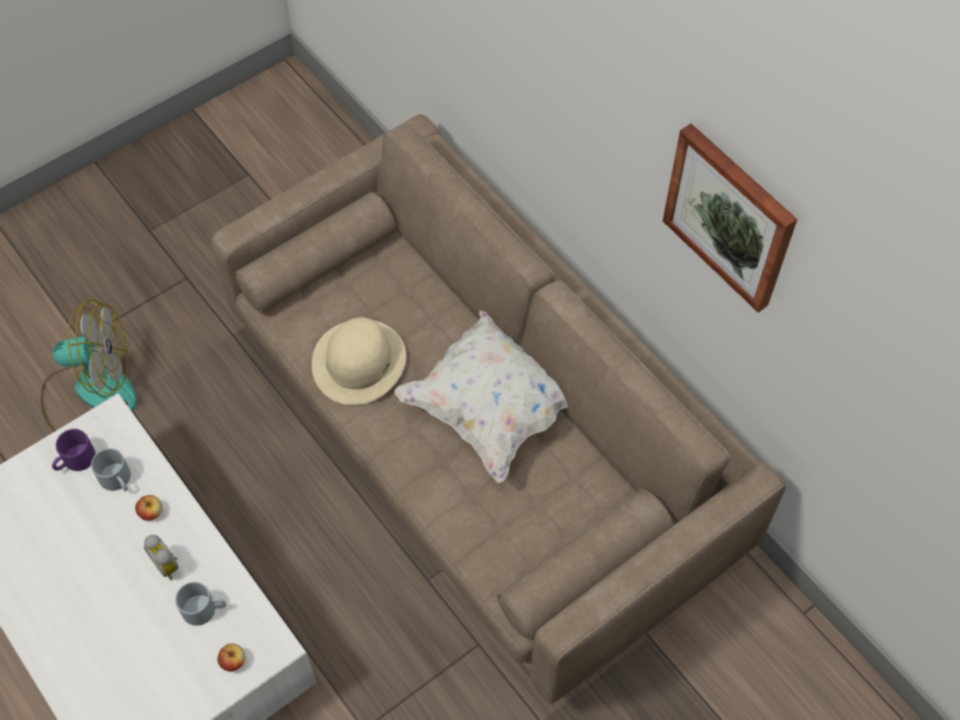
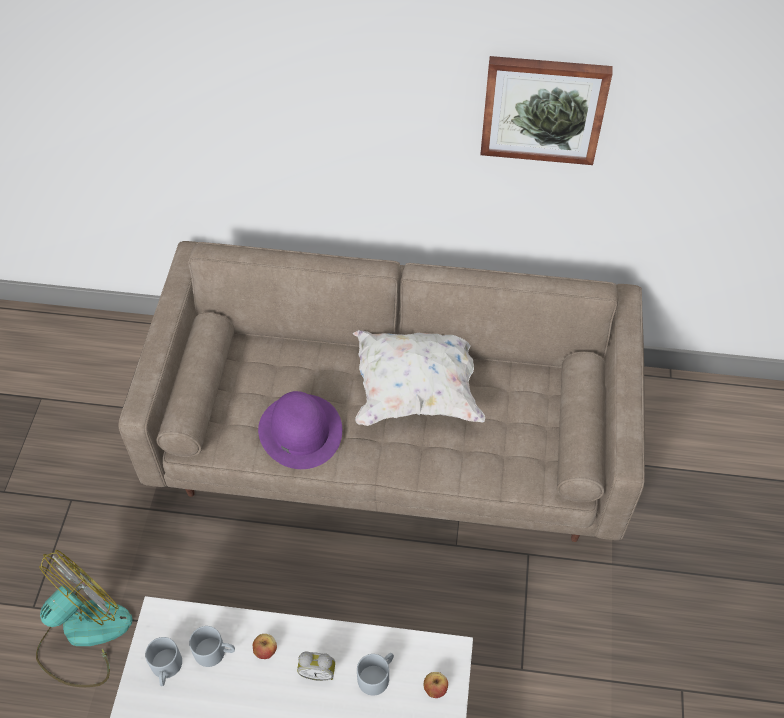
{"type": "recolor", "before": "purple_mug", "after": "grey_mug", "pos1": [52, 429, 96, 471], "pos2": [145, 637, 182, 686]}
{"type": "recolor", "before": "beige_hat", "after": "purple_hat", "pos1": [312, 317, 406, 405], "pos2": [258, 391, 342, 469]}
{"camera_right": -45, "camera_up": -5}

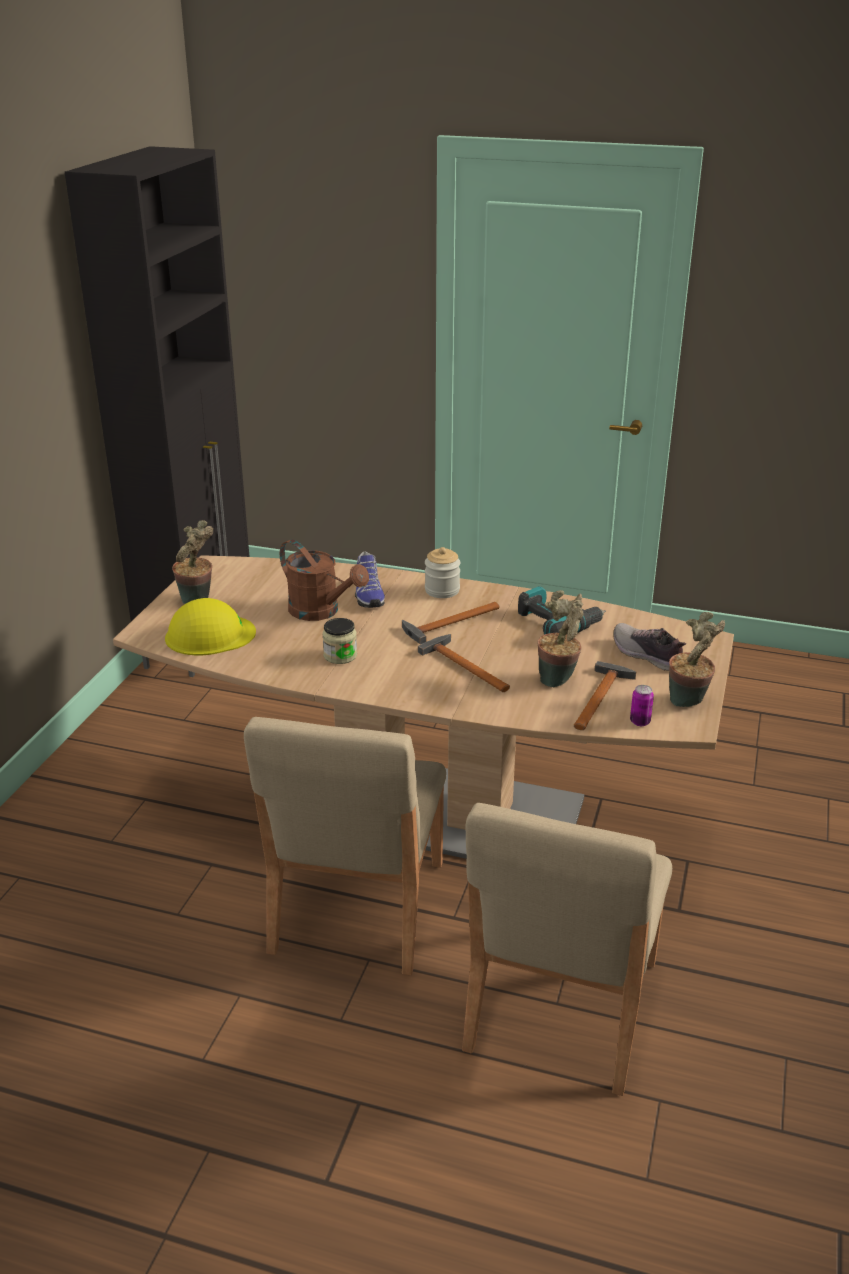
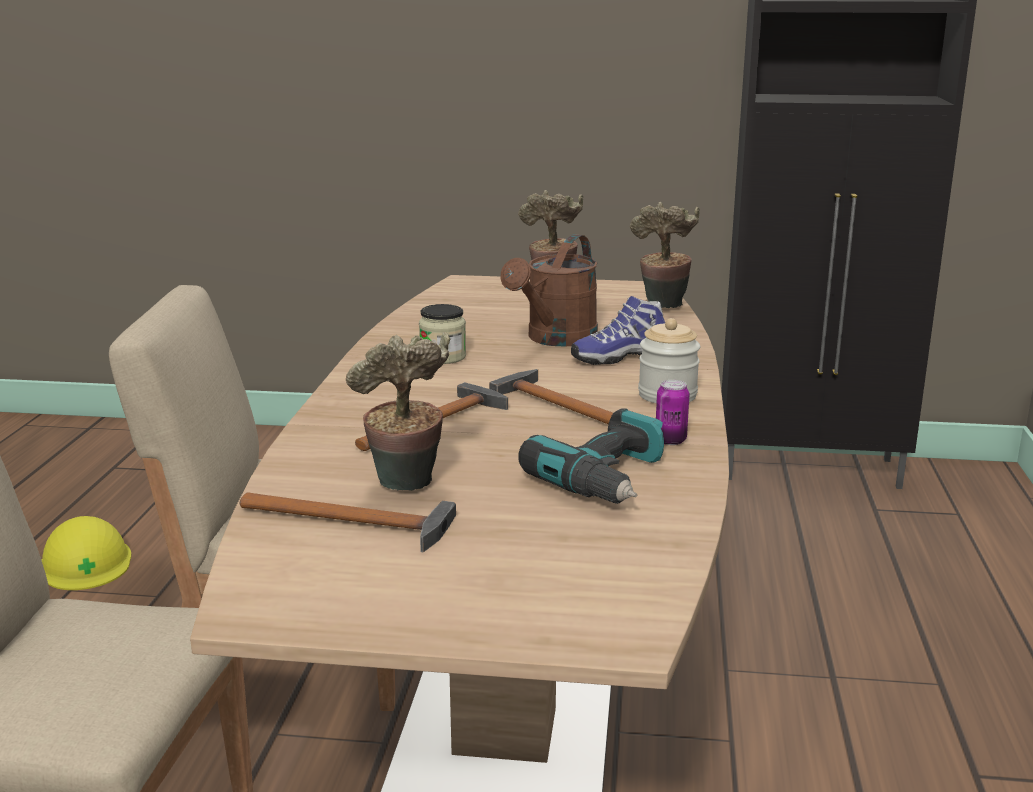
{"type": "move", "before": "yellow_hard_hat", "pos1": [165, 598, 256, 655], "pos2": [42, 516, 131, 590]}
{"type": "delete", "before": "shoe", "pos1": [613, 623, 686, 671]}
{"type": "move", "before": "can", "pos1": [630, 685, 654, 726], "pos2": [656, 380, 689, 445]}
{"type": "move", "before": "potted_plant", "pos1": [669, 612, 725, 707], "pos2": [630, 202, 700, 308]}
{"camera_right": 80, "camera_up": -10}

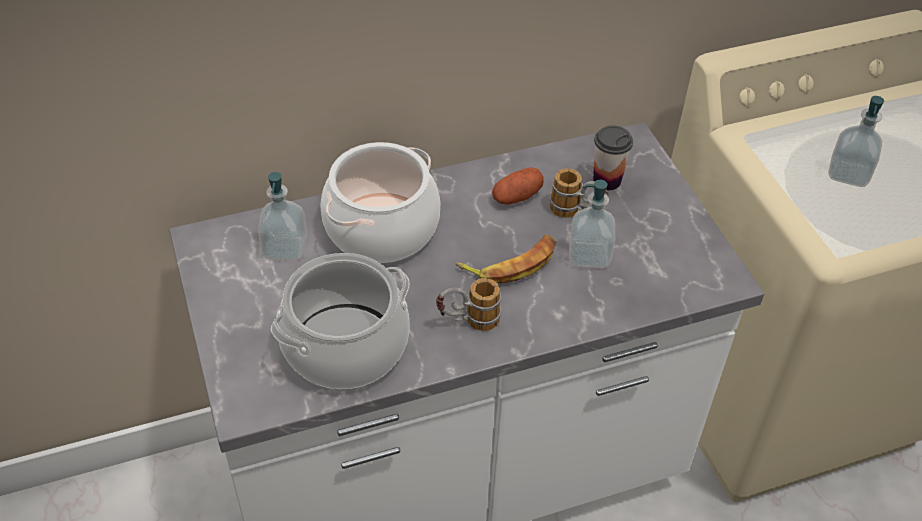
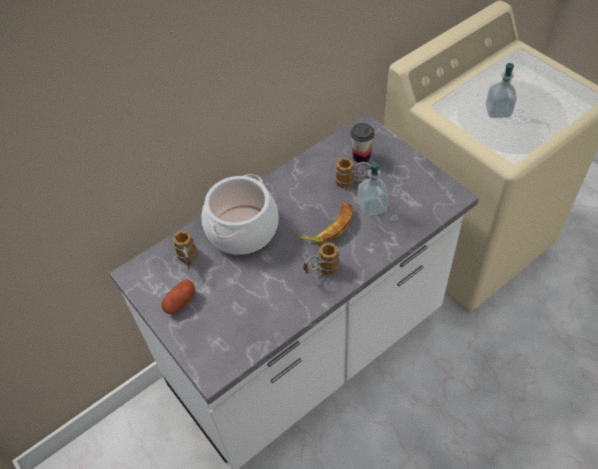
{"type": "replace", "before": "soap_dispenser", "after": "mug", "pos1": [258, 172, 307, 261], "pos2": [173, 231, 197, 270]}
{"type": "delete", "before": "cooking_pot", "pos1": [271, 253, 410, 389]}
{"type": "move", "before": "potato", "pos1": [492, 167, 543, 205], "pos2": [162, 280, 195, 314]}
{"camera_right": -15, "camera_up": 5}

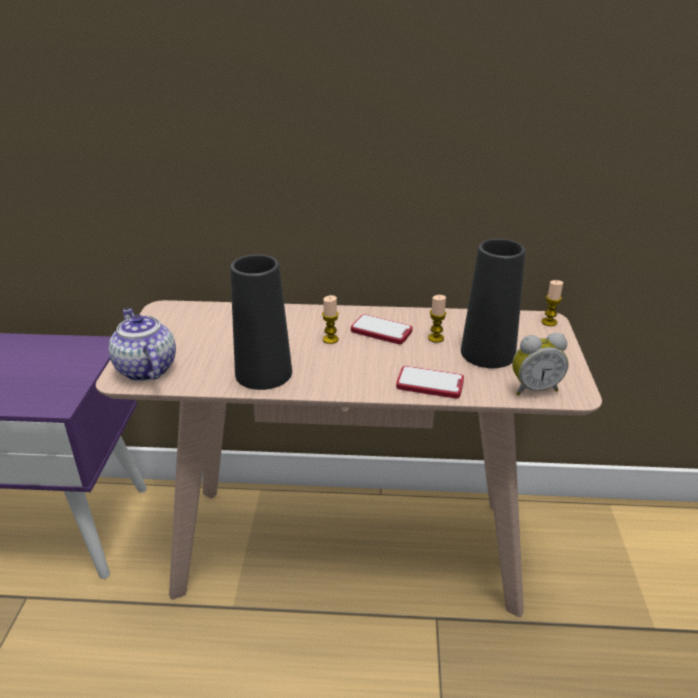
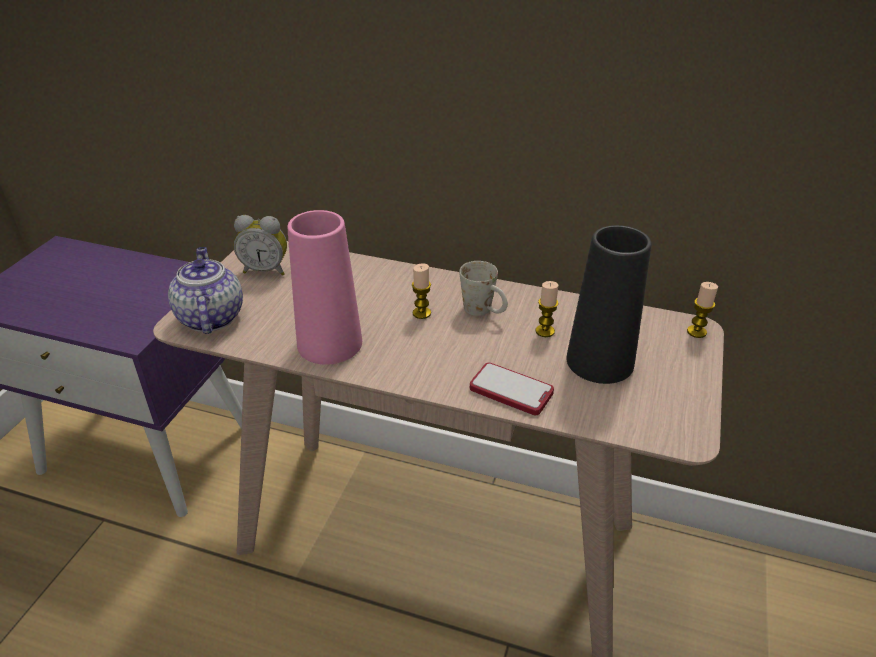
{"type": "recolor", "before": "black_vase", "after": "pink_vase", "pos1": [230, 254, 292, 390], "pos2": [287, 210, 362, 365]}
{"type": "replace", "before": "phone", "after": "white_mug", "pos1": [351, 314, 413, 344], "pos2": [459, 261, 508, 316]}
{"type": "move", "before": "alarm_clock", "pos1": [512, 333, 569, 396], "pos2": [234, 215, 287, 276]}
{"camera_right": 15, "camera_up": 5}

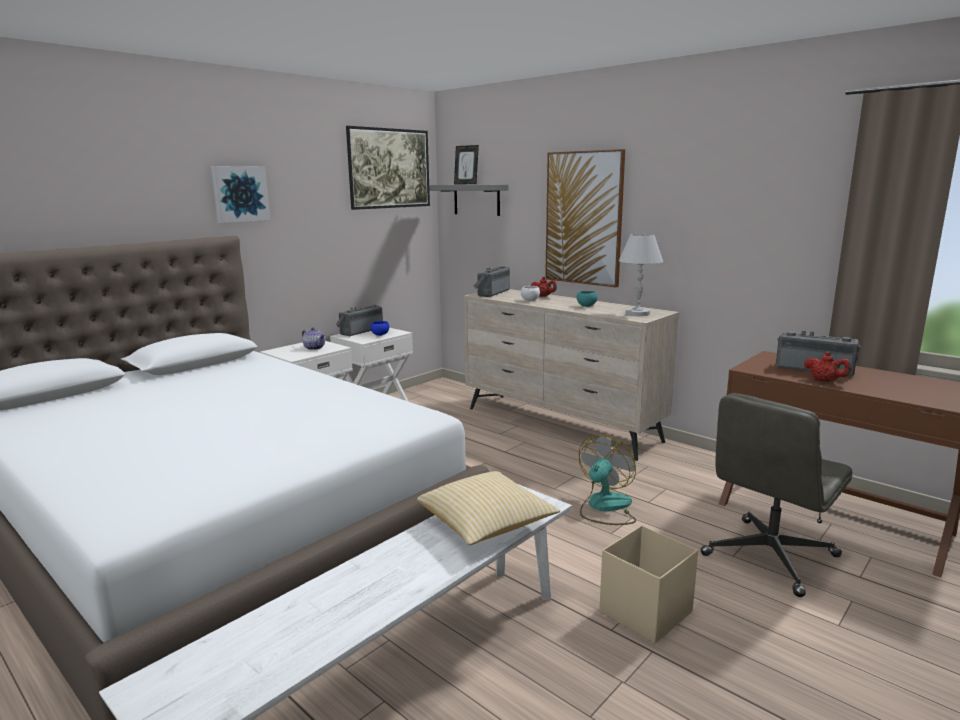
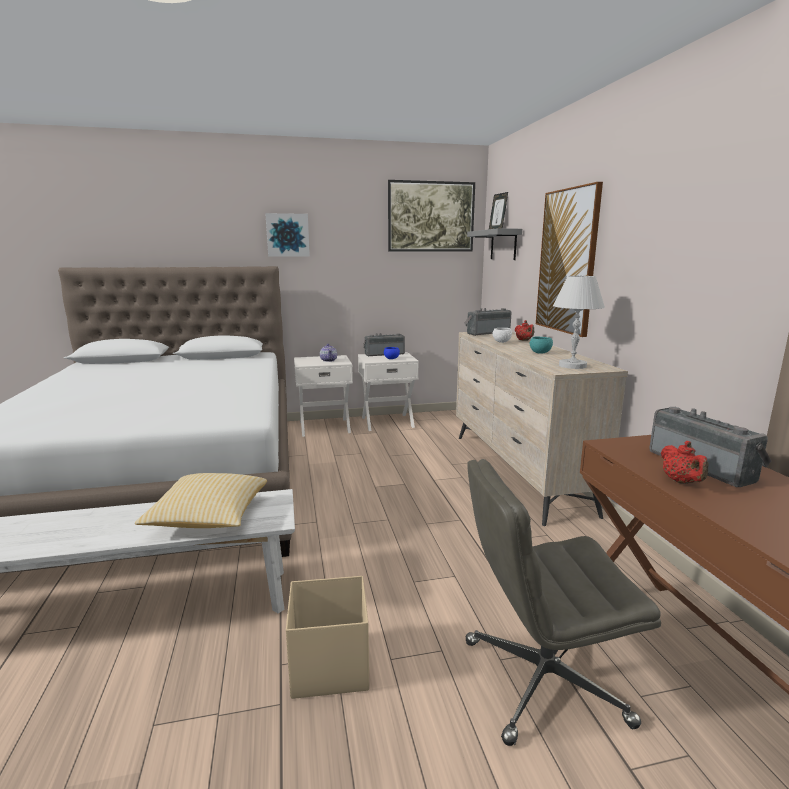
{"type": "delete", "before": "fan", "pos1": [579, 435, 636, 525]}
{"camera_right": 35, "camera_up": 0}

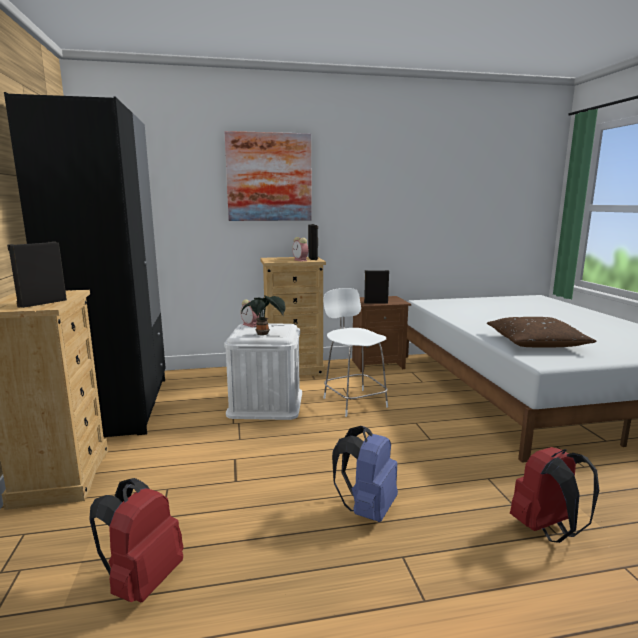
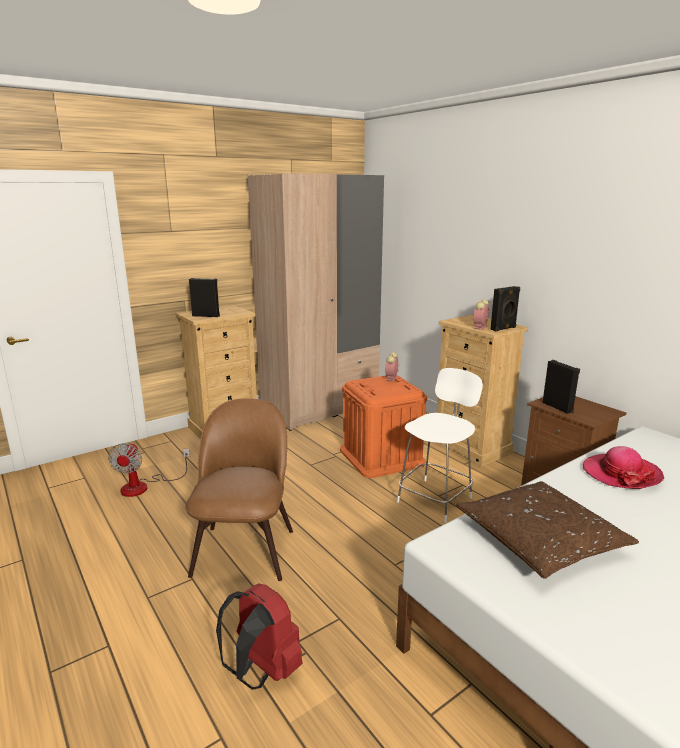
{"type": "recolor", "before": "black_wardrobe", "after": "beige_wardrobe", "pos1": [4, 92, 166, 437], "pos2": [248, 173, 384, 431]}
{"type": "replace", "before": "red_backpack", "after": "fan", "pos1": [89, 478, 183, 602], "pos2": [108, 442, 190, 497]}
{"type": "recolor", "before": "white_storage_box", "after": "orange_storage_box", "pos1": [224, 323, 302, 420], "pos2": [340, 375, 427, 478]}
{"type": "delete", "before": "picture", "pos1": [225, 131, 312, 221]}
{"type": "delete", "before": "potted_plant", "pos1": [241, 295, 285, 335]}
{"type": "replace", "before": "blue_backpack", "after": "brown_chair", "pos1": [332, 426, 398, 522], "pos2": [185, 398, 293, 581]}
{"type": "insert", "after": "hat", "pos2": [583, 446, 664, 489]}
{"camera_right": 65, "camera_up": 5}

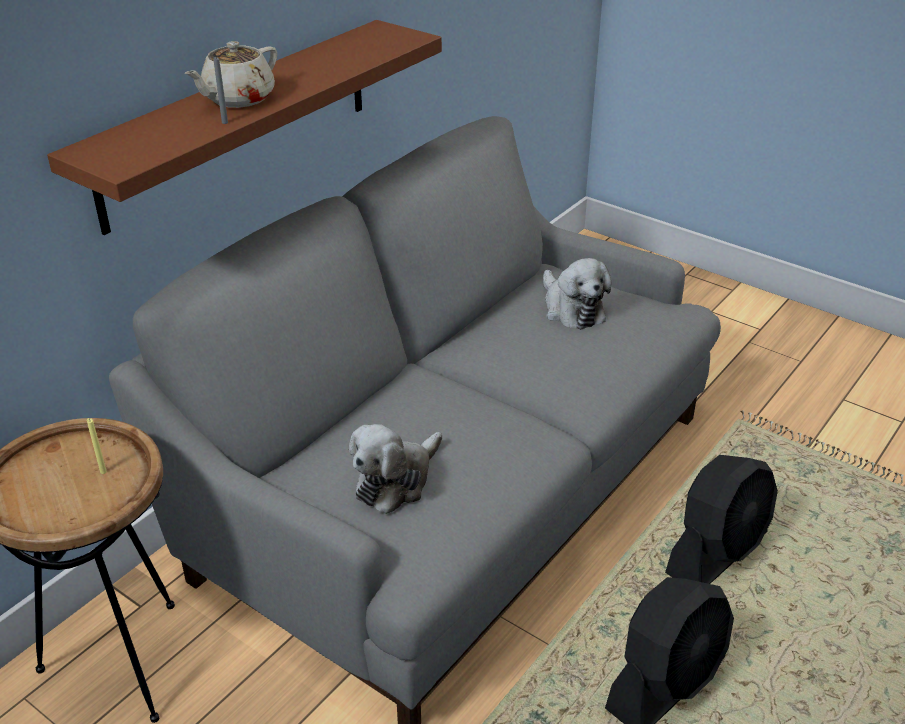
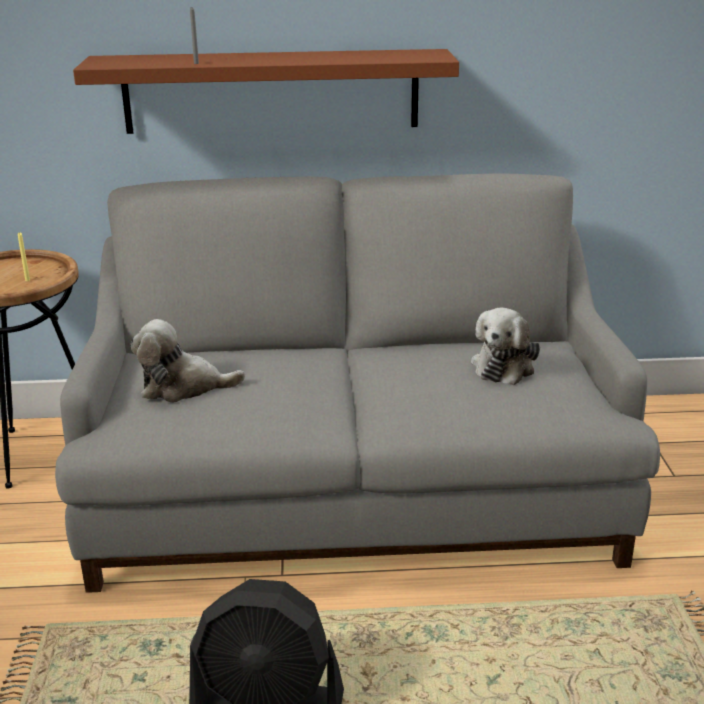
{"type": "delete", "before": "beige_teapot", "pos1": [185, 41, 277, 108]}
{"type": "delete", "before": "black_fan", "pos1": [665, 455, 778, 584]}
{"camera_right": 50, "camera_up": -10}

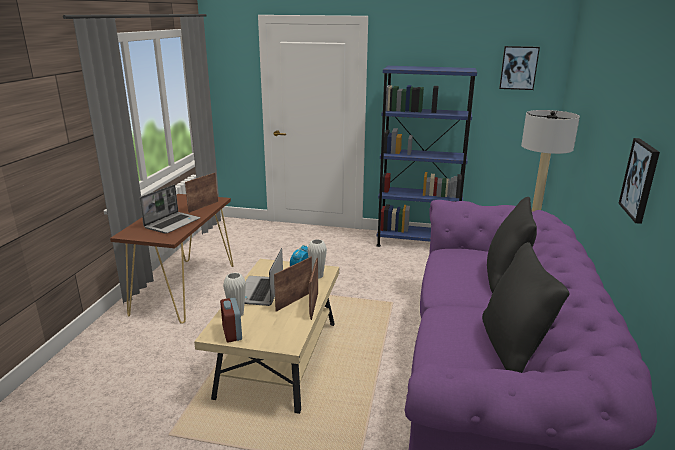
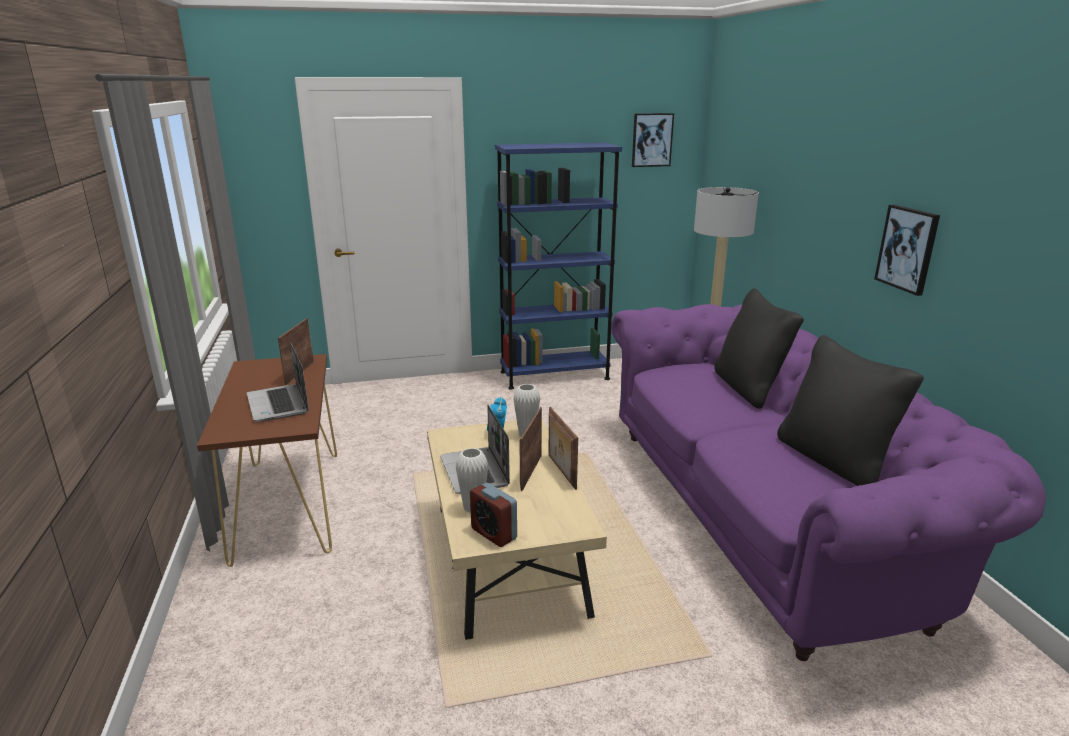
{"type": "rotate", "before": "laptop", "pos1": [140, 185, 200, 234], "pos2": [247, 342, 308, 422], "turn": 150}
{"camera_right": -25, "camera_up": 0}

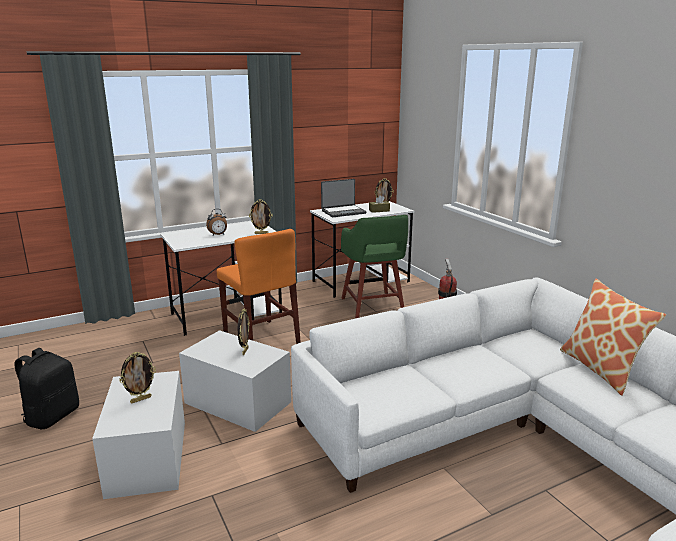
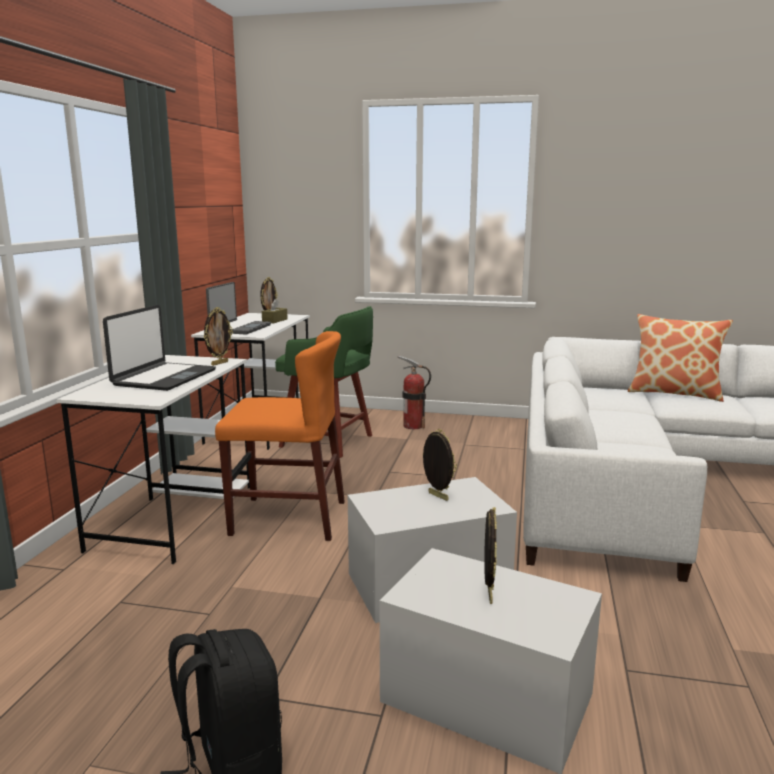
{"type": "replace", "before": "alarm_clock", "after": "laptop", "pos1": [206, 209, 227, 236], "pos2": [103, 305, 216, 391]}
{"camera_right": -50, "camera_up": -5}

